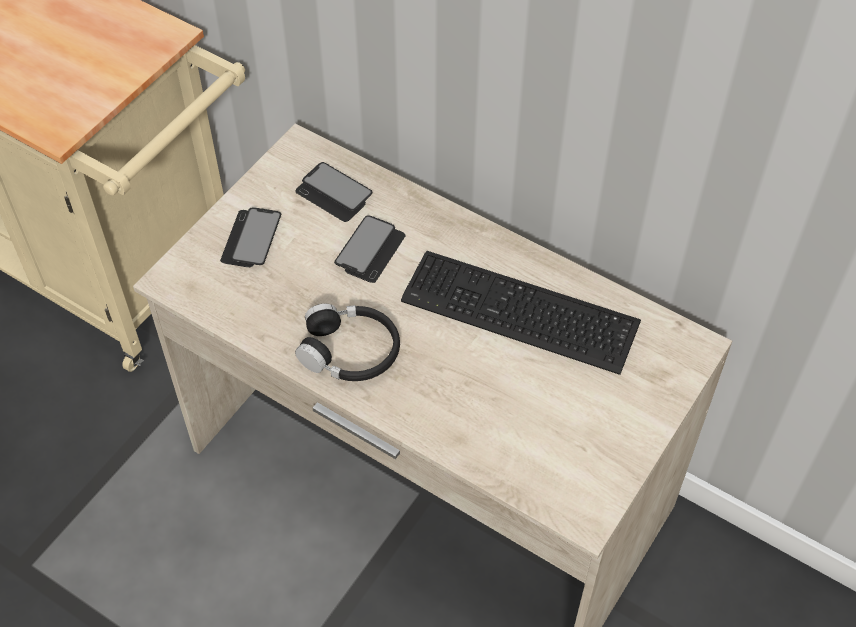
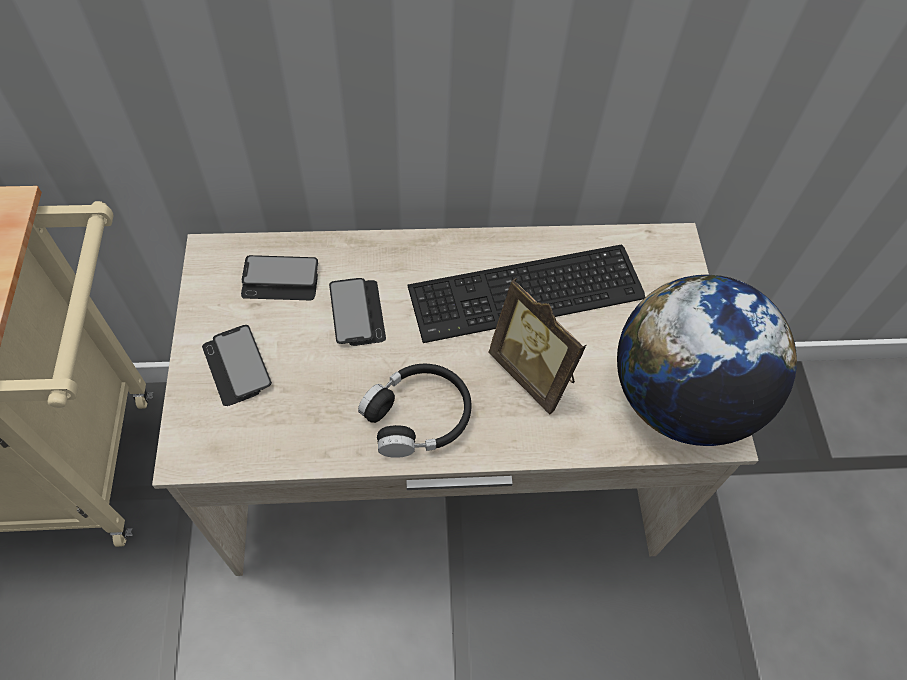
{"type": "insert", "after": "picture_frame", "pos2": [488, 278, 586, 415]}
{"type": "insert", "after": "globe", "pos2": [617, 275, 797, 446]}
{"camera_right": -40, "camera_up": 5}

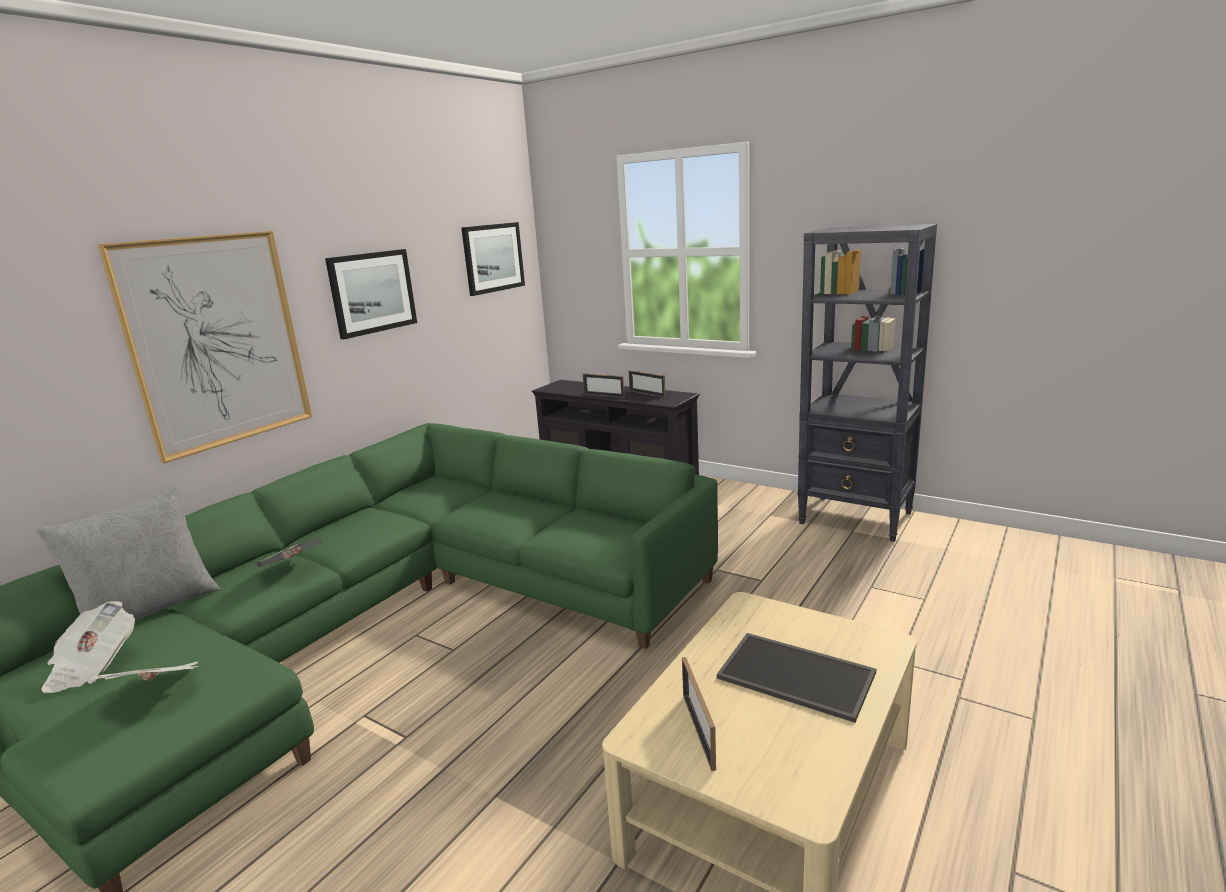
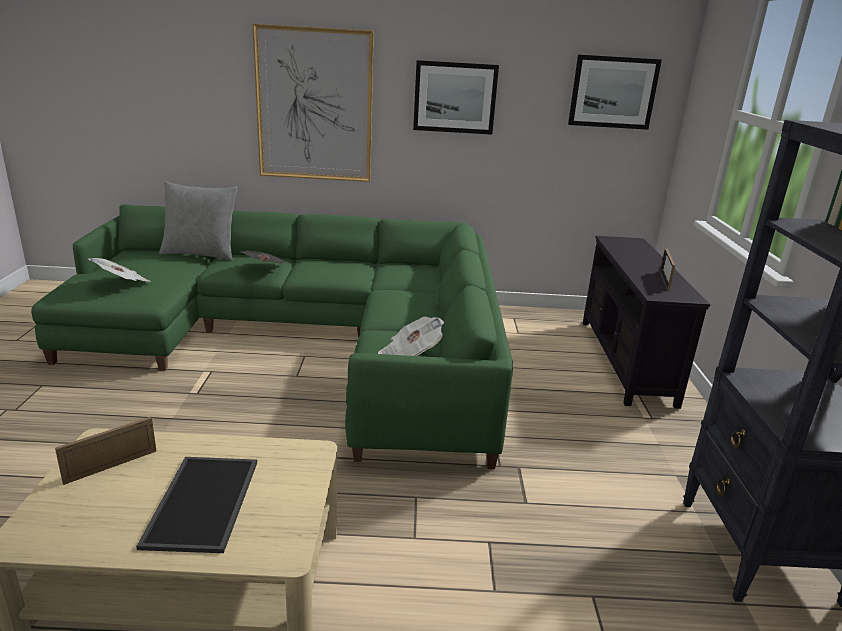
{"type": "move", "before": "newspaper", "pos1": [41, 601, 135, 693], "pos2": [378, 317, 444, 356]}
{"type": "delete", "before": "picture_frame", "pos1": [583, 373, 625, 398]}
{"camera_right": 55, "camera_up": 5}

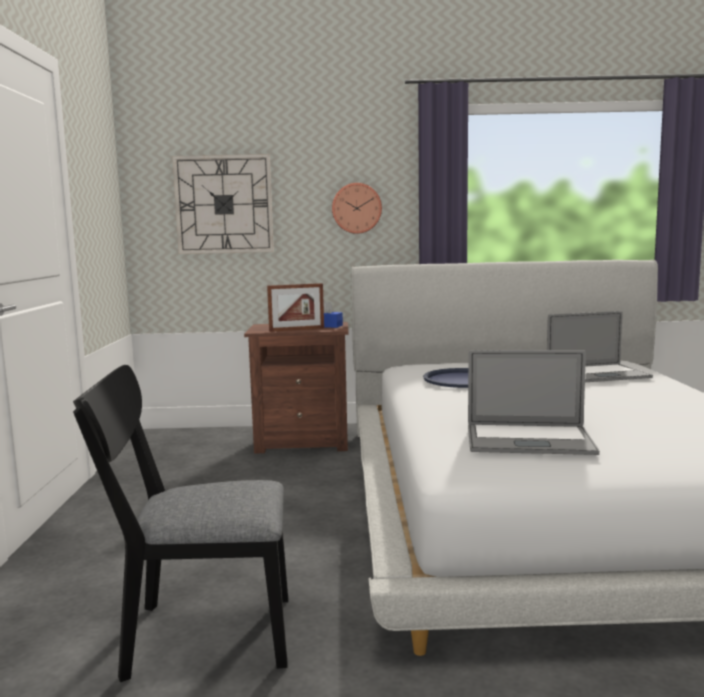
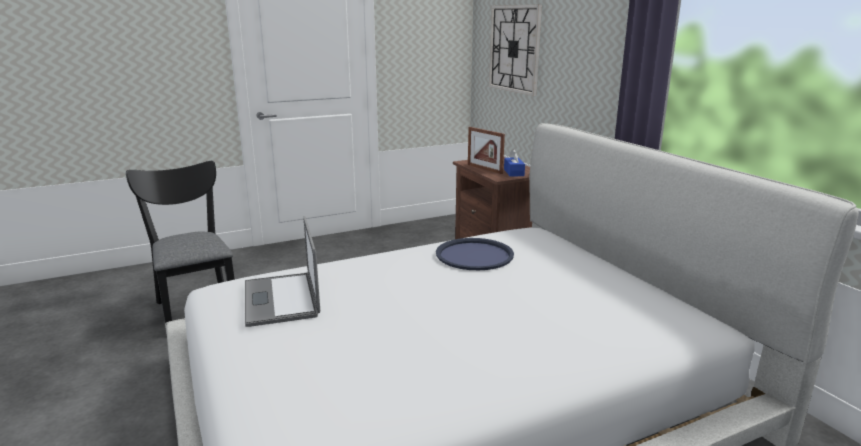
{"type": "delete", "before": "wall_clock", "pos1": [332, 183, 382, 234]}
{"type": "delete", "before": "laptop", "pos1": [547, 311, 653, 382]}
{"camera_right": 65, "camera_up": 10}

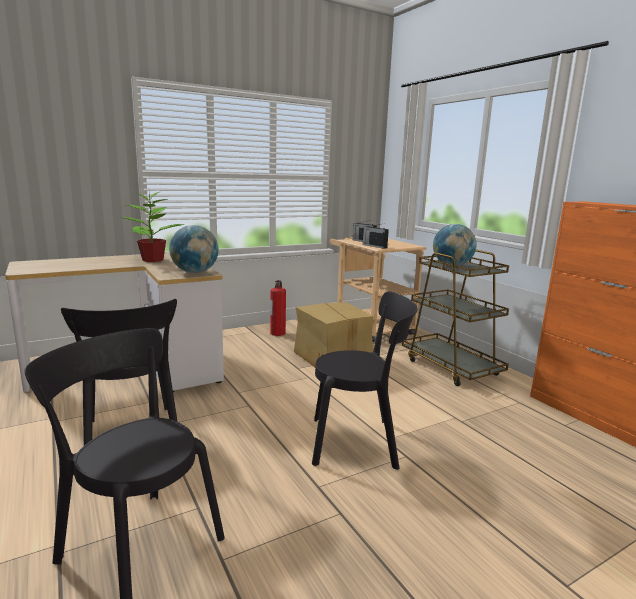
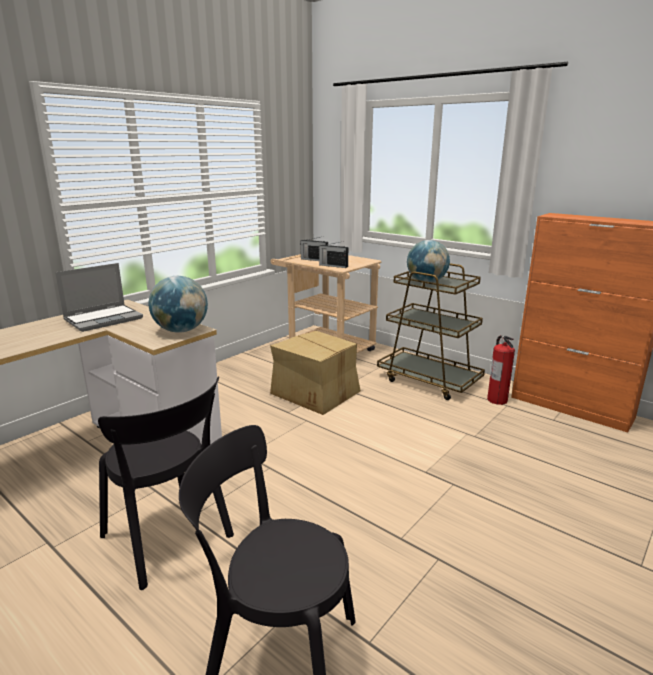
{"type": "replace", "before": "potted_plant", "after": "laptop", "pos1": [121, 192, 185, 262], "pos2": [55, 263, 143, 332]}
{"type": "move", "before": "fire_extinguisher", "pos1": [270, 280, 286, 336], "pos2": [487, 335, 515, 405]}
{"type": "delete", "before": "black_chair", "pos1": [312, 292, 418, 470]}
{"camera_right": -20, "camera_up": 5}

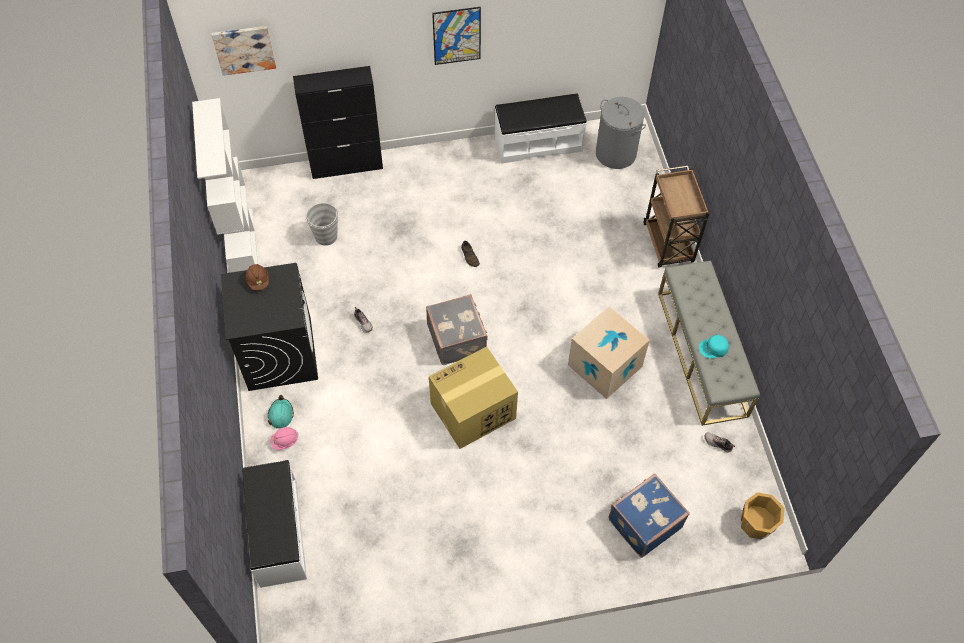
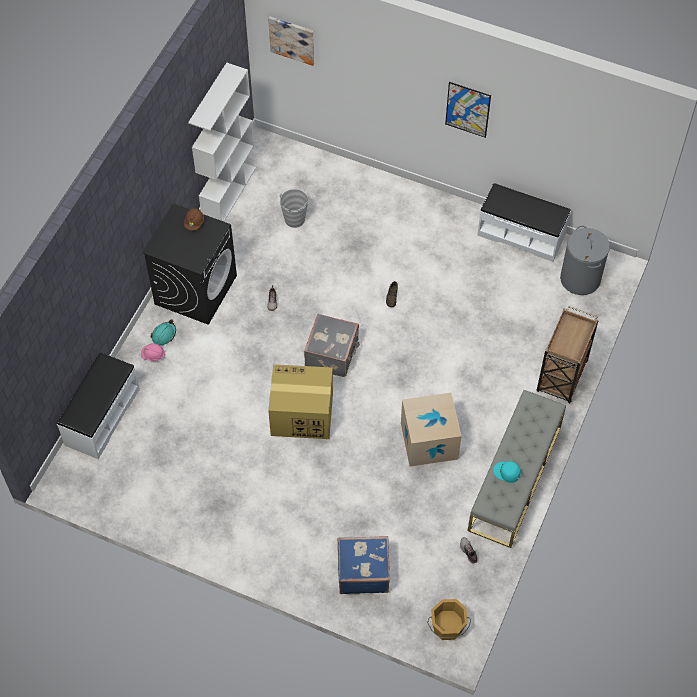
{"type": "delete", "before": "black_cabinet", "pos1": [293, 66, 383, 179]}
{"camera_right": 35, "camera_up": 0}

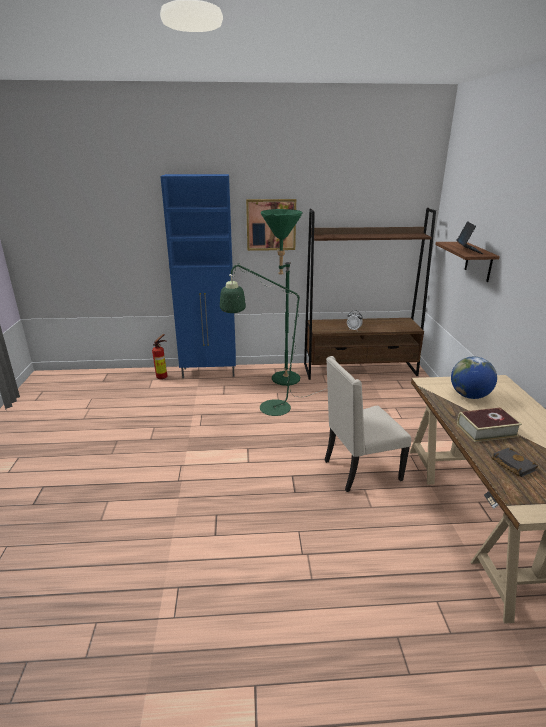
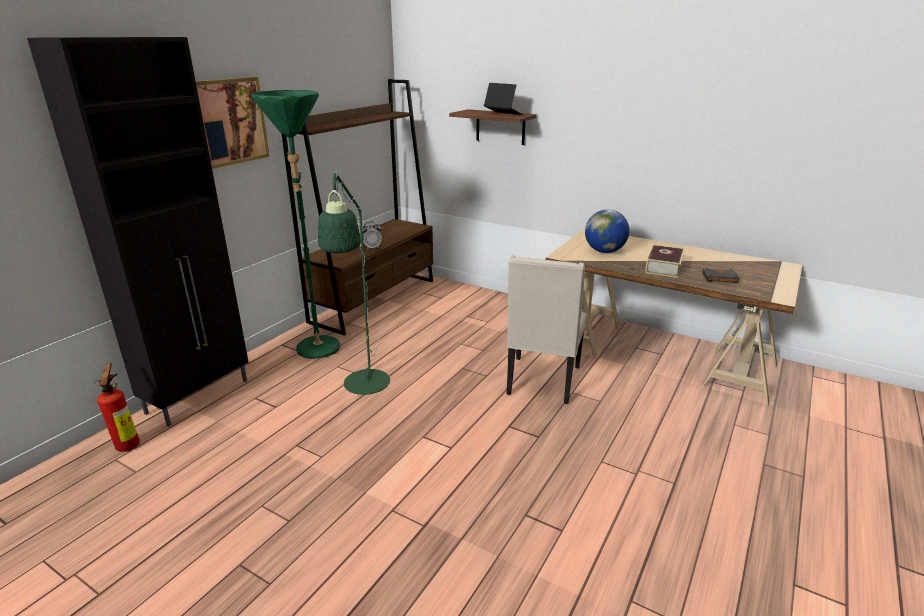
{"type": "recolor", "before": "blue_cabinet", "after": "black_cabinet", "pos1": [160, 174, 236, 378], "pos2": [27, 37, 249, 427]}
{"camera_right": -55, "camera_up": 0}

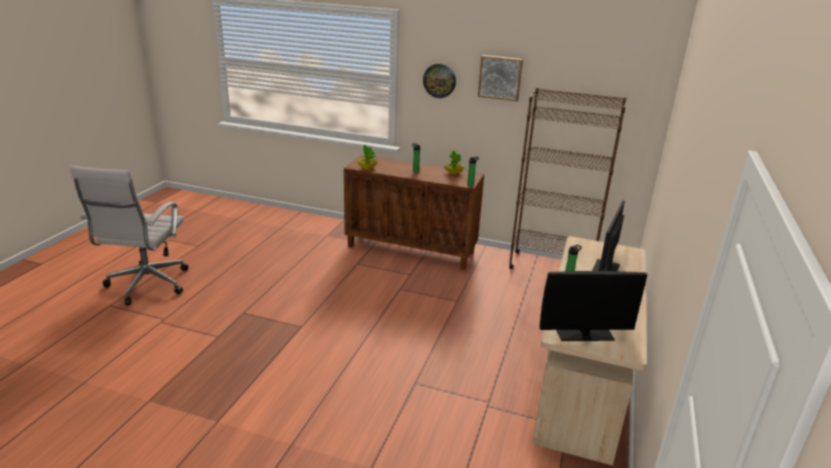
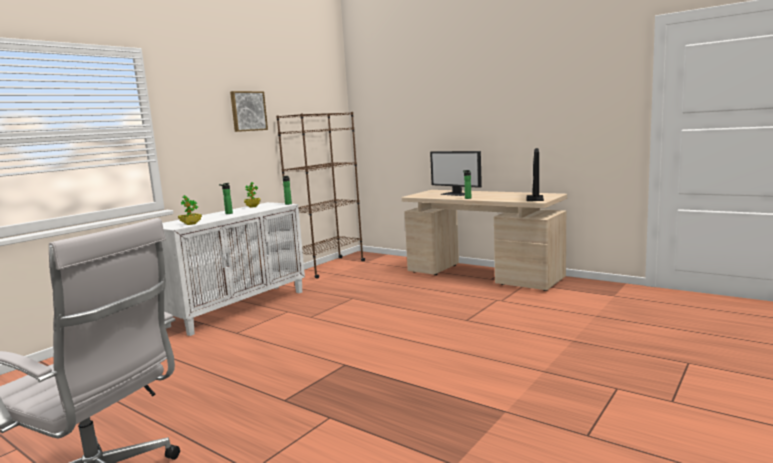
{"type": "recolor", "before": "brown_cabinet", "after": "white_cabinet", "pos1": [344, 155, 484, 270], "pos2": [161, 202, 305, 336]}
{"type": "delete", "before": "wall_clock", "pos1": [423, 64, 456, 98]}
{"camera_right": -70, "camera_up": -15}

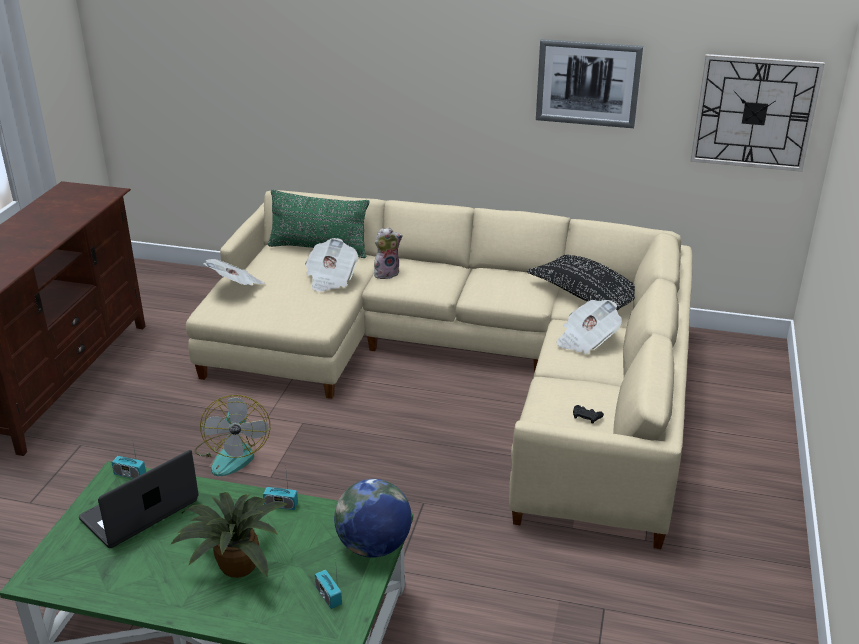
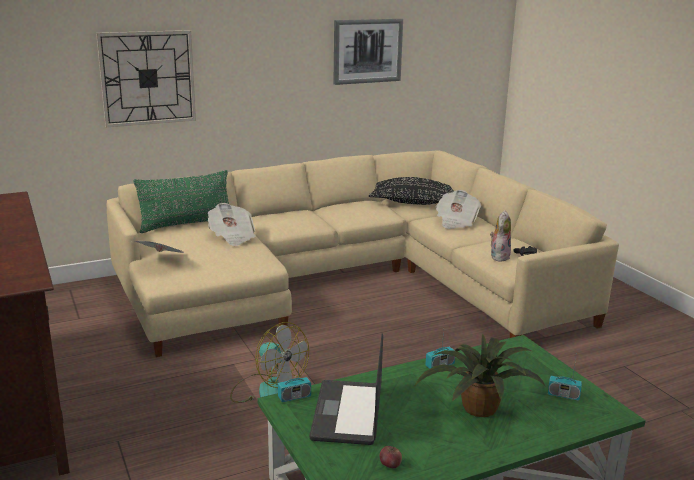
{"type": "delete", "before": "globe", "pos1": [334, 479, 412, 558]}
{"type": "move", "before": "plush_toy", "pos1": [374, 227, 403, 279], "pos2": [490, 210, 511, 262]}
{"type": "move", "before": "wall_clock", "pos1": [690, 54, 825, 172], "pos2": [96, 30, 196, 127]}
{"type": "insert", "after": "apple", "pos2": [380, 446, 402, 468]}
{"camera_right": -40, "camera_up": -10}

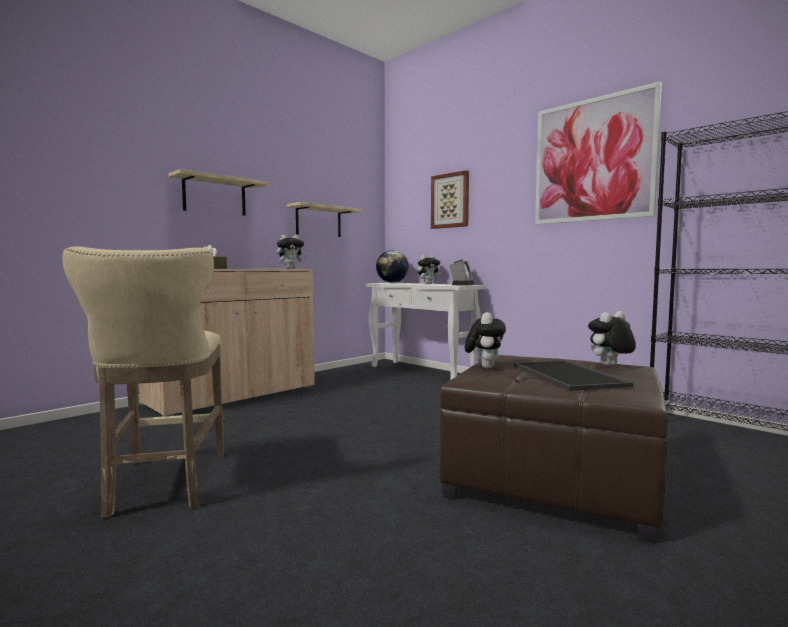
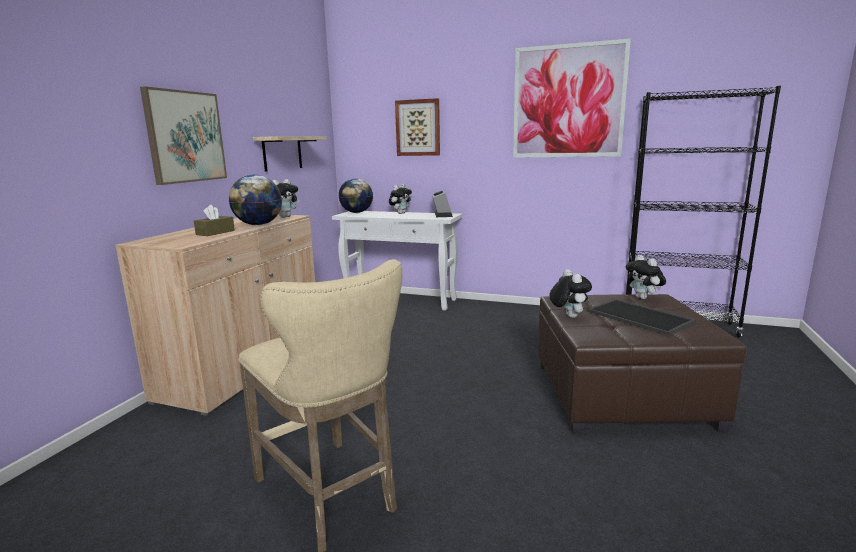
{"type": "replace", "before": "shelf", "after": "picture", "pos1": [168, 169, 269, 216], "pos2": [140, 86, 227, 185]}
{"type": "rotate", "before": "plush_toy", "pos1": [588, 311, 636, 366], "pos2": [626, 255, 666, 299], "turn": -60}
{"type": "insert", "after": "globe", "pos2": [229, 175, 282, 225]}
{"camera_right": -25, "camera_up": 10}

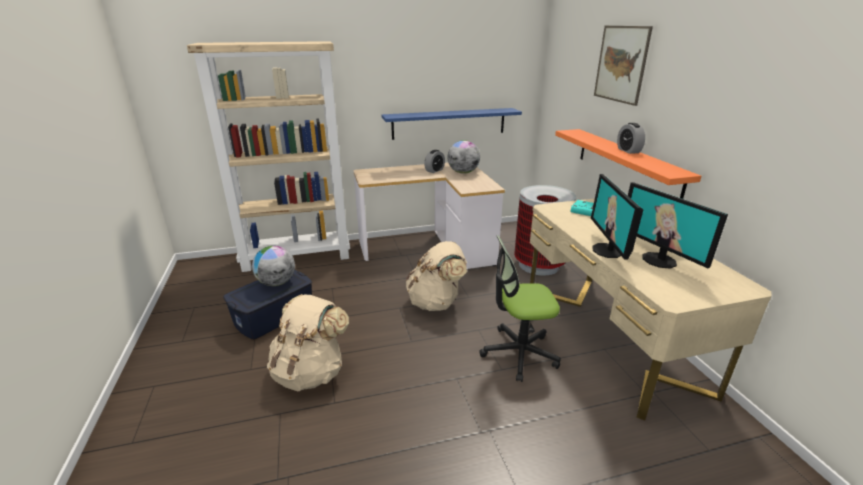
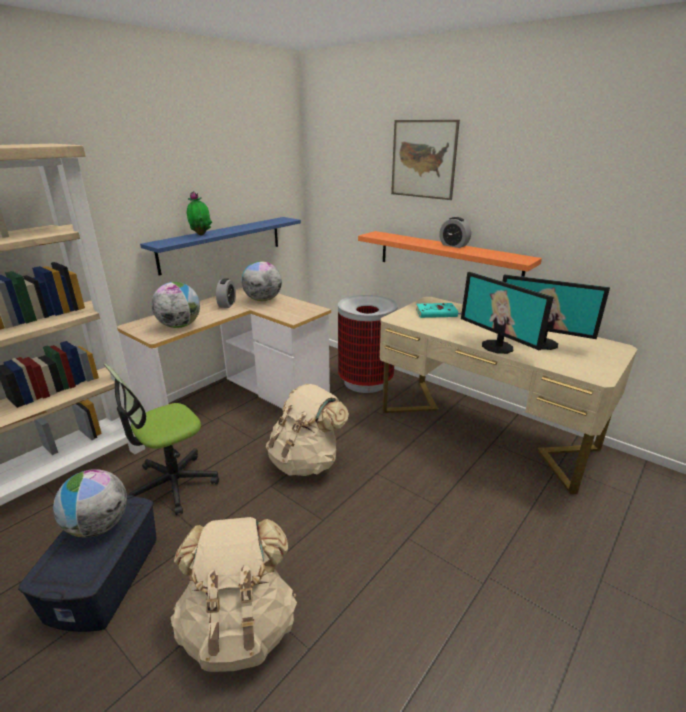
{"type": "move", "before": "office_chair", "pos1": [479, 235, 561, 382], "pos2": [104, 364, 219, 515]}
{"type": "insert", "after": "globe", "pos2": [151, 282, 200, 328]}
{"type": "insert", "after": "potted_plant", "pos2": [187, 191, 212, 235]}
{"camera_right": -35, "camera_up": 0}

